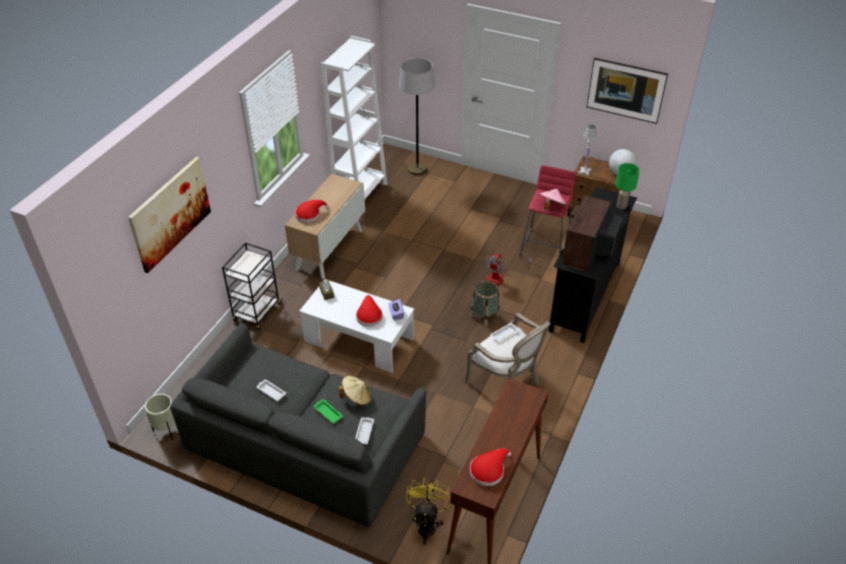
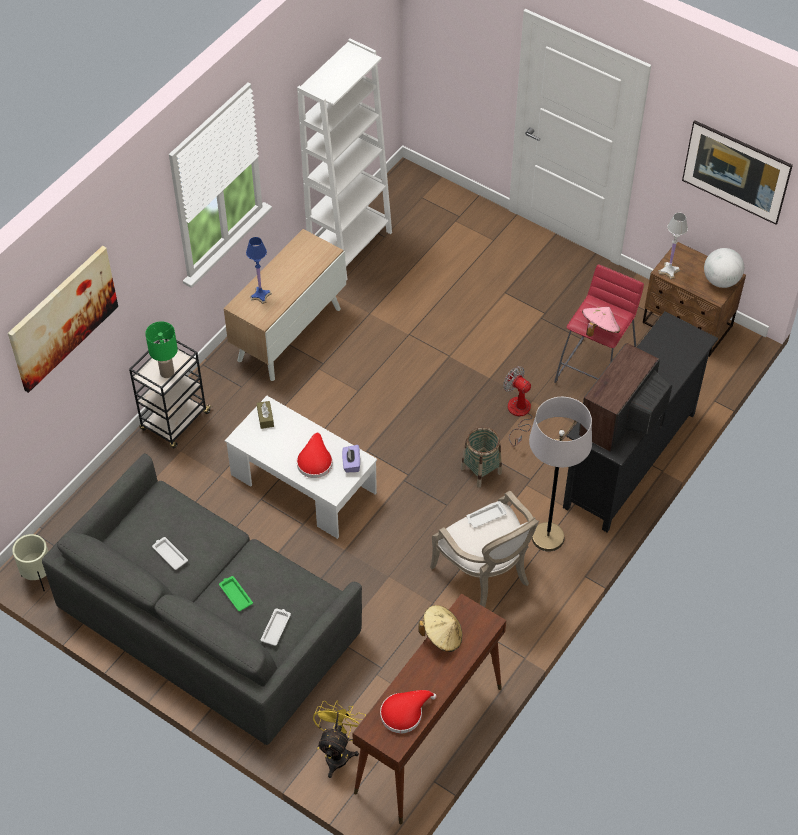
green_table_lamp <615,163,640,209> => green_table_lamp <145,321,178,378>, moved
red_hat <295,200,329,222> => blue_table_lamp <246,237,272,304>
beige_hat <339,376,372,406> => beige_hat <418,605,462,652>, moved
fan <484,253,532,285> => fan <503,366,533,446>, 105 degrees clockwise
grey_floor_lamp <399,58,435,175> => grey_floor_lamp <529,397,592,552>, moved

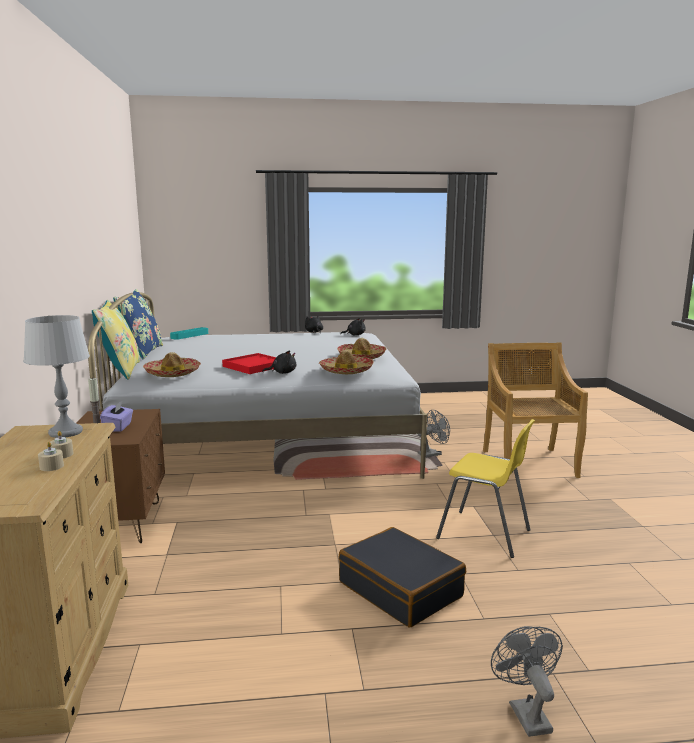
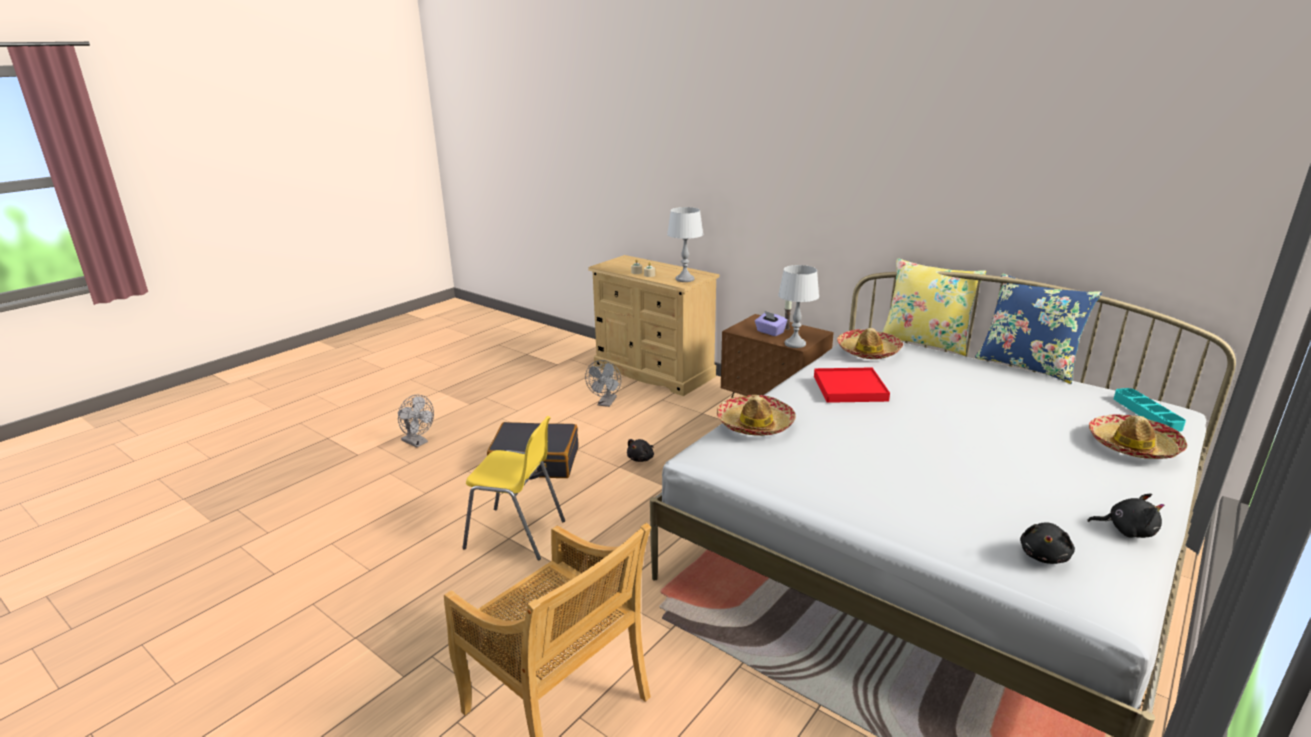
yellow_chair <436,419,535,558> => yellow_chair <462,416,565,561>, 150 degrees counterclockwise
grey_fan <418,410,450,458> => grey_fan <585,360,621,407>, moved
black_plush_toy <263,350,296,374> => black_plush_toy <627,439,654,462>, moved
nothing => grey_table_lamp <778,265,819,348>
hat <337,338,386,359> => hat <1089,414,1187,459>, moved

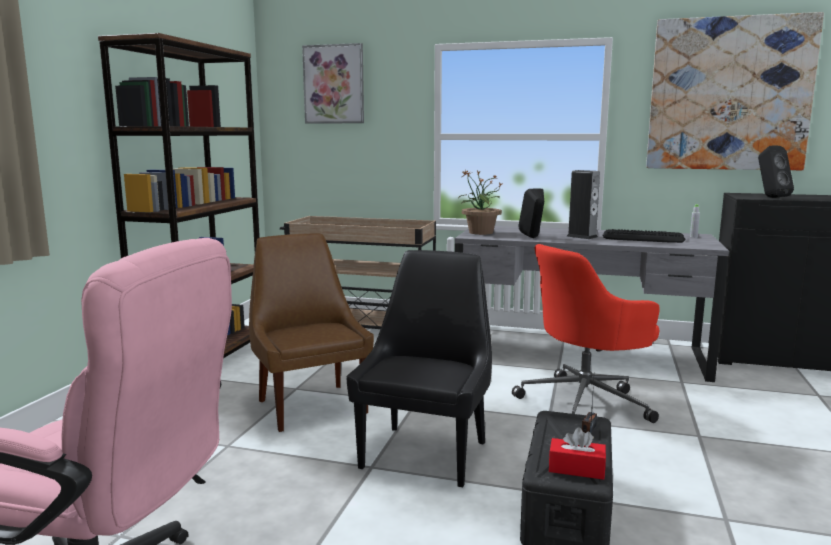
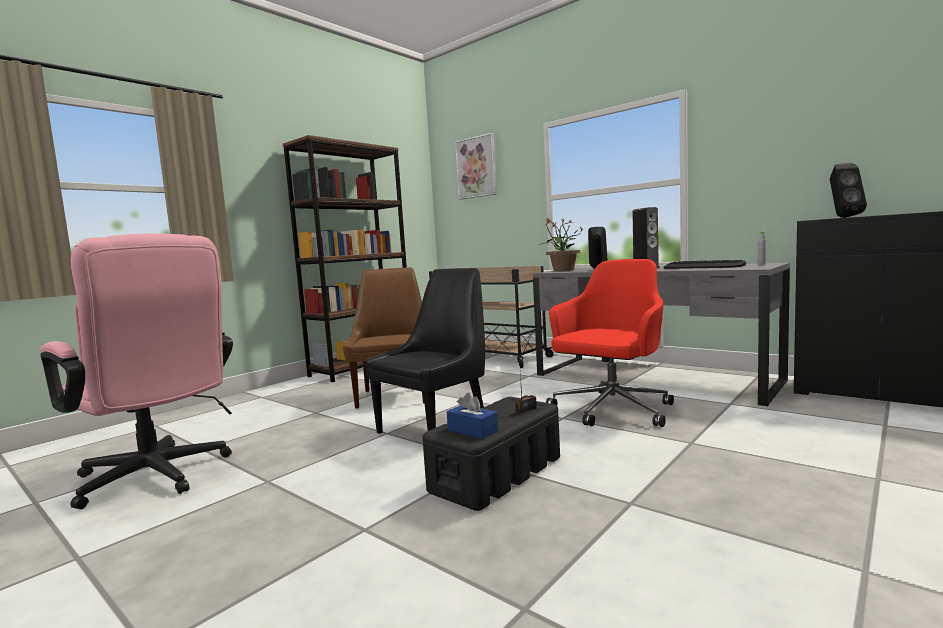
red_tissue_box <549,427,606,480> => blue_tissue_box <447,393,498,439>
red_office_chair <512,244,660,423> => red_office_chair <546,259,674,427>, 135 degrees clockwise
picture <646,12,824,171> => nothing

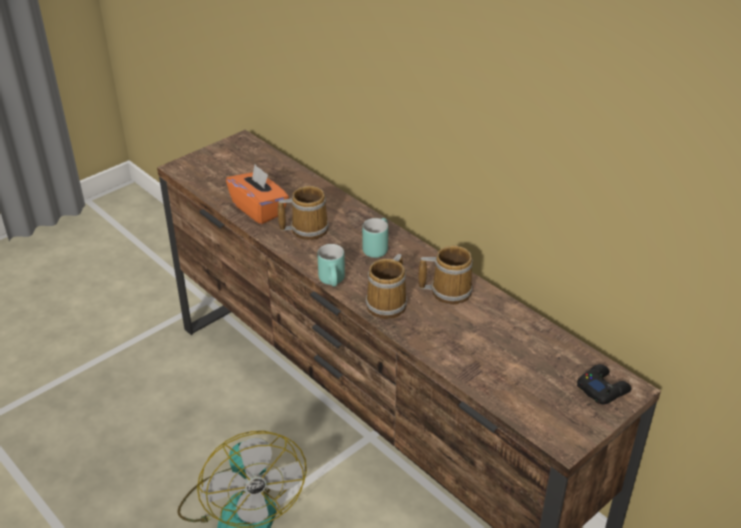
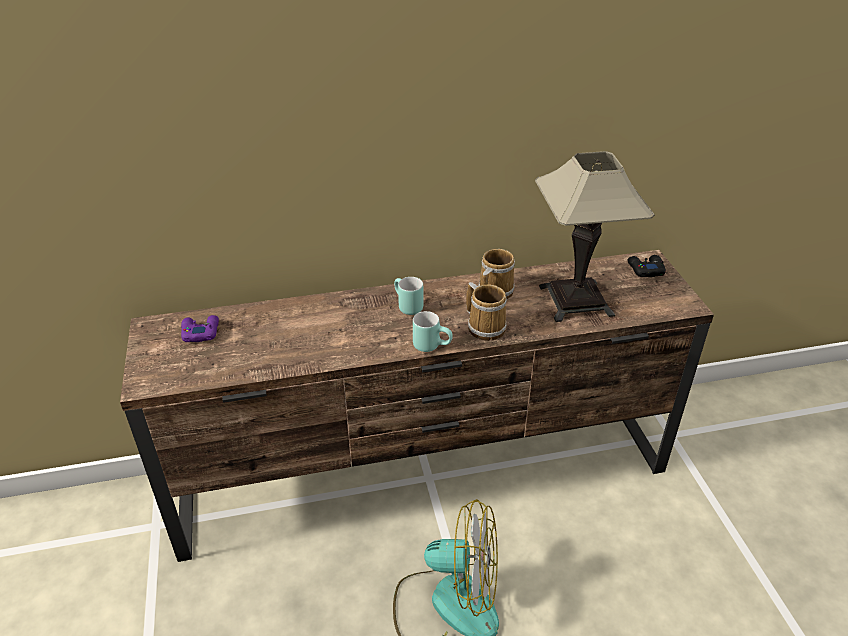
nothing => purple_game_controller <181,315,219,342>
nothing => table_lamp <535,151,655,322>
orange_tissue_box <226,164,289,224> => nothing
mug <278,186,329,240> => nothing

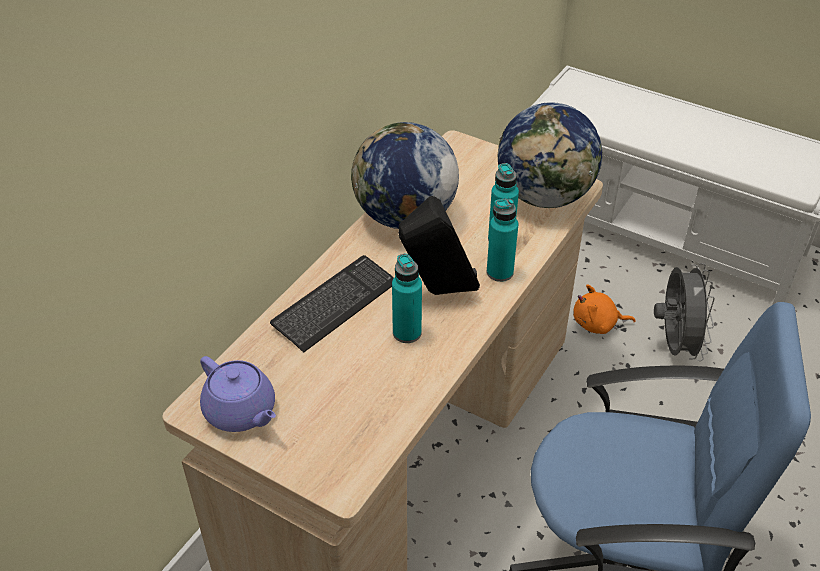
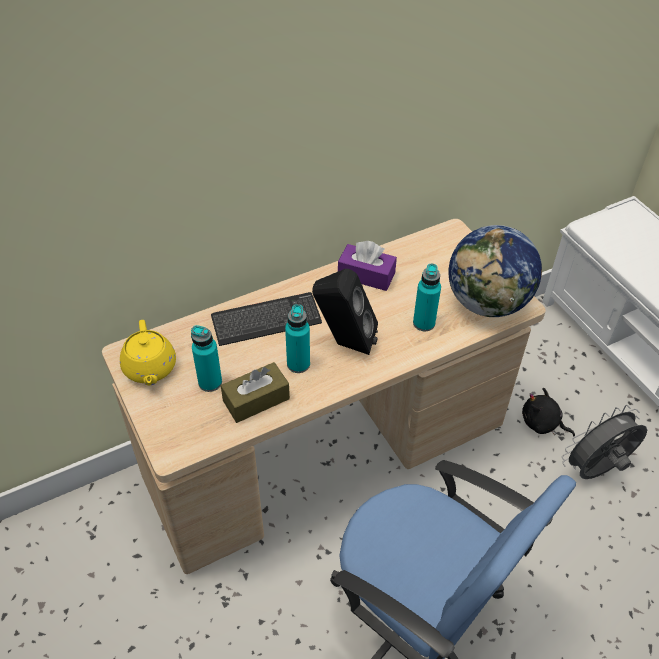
purple_teapot <200,356,276,432> => yellow_teapot <120,320,176,385>
turquoise_bottle <487,199,518,282> => turquoise_bottle <191,325,222,392>, moved
nothing => brown_tissue_box <221,362,290,423>
globe <351,122,459,229> => purple_tissue_box <338,241,397,291>
orange_plush_toy <573,284,636,334> => black_plush_toy <522,388,575,436>
grey_fan <654,263,715,361> => grey_fan <562,405,647,479>, 150 degrees counterclockwise

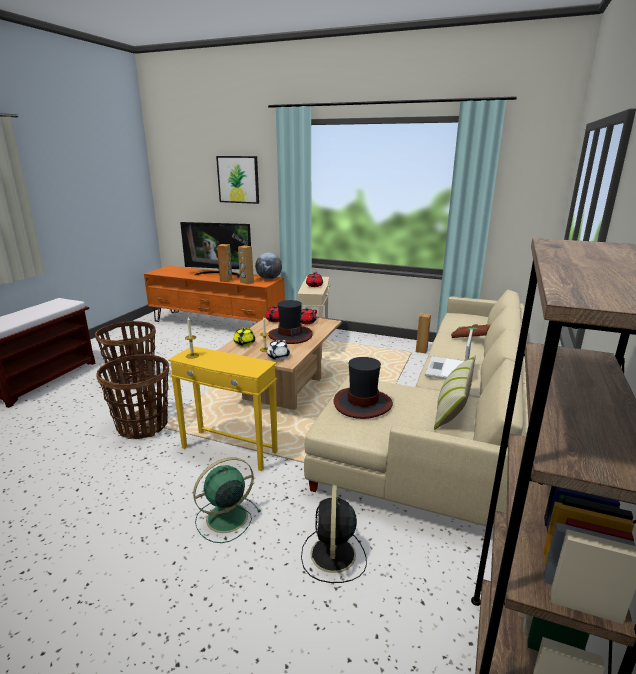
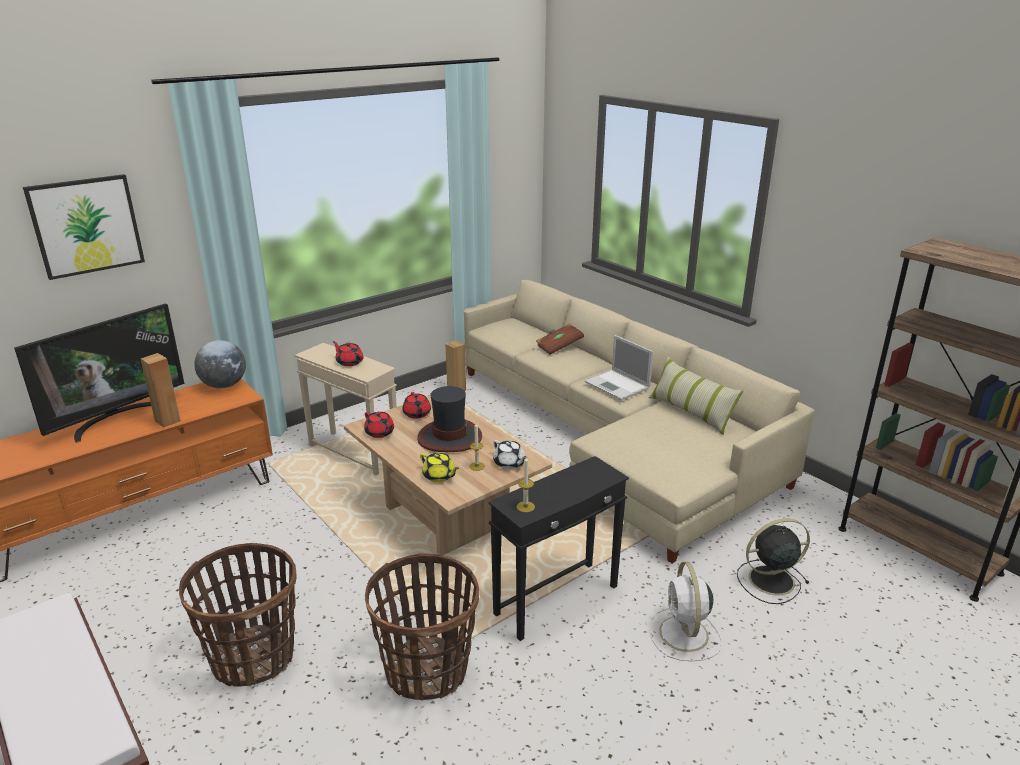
yellow_side_table <168,346,278,471> => black_side_table <489,456,629,641>
green_fan <193,457,261,543> => white_fan <649,562,722,661>
black_fan <301,485,367,583> => black_fan <737,519,810,604>, 135 degrees clockwise
brown_speaker <238,245,254,284> => nothing
hat <334,357,393,419> => nothing

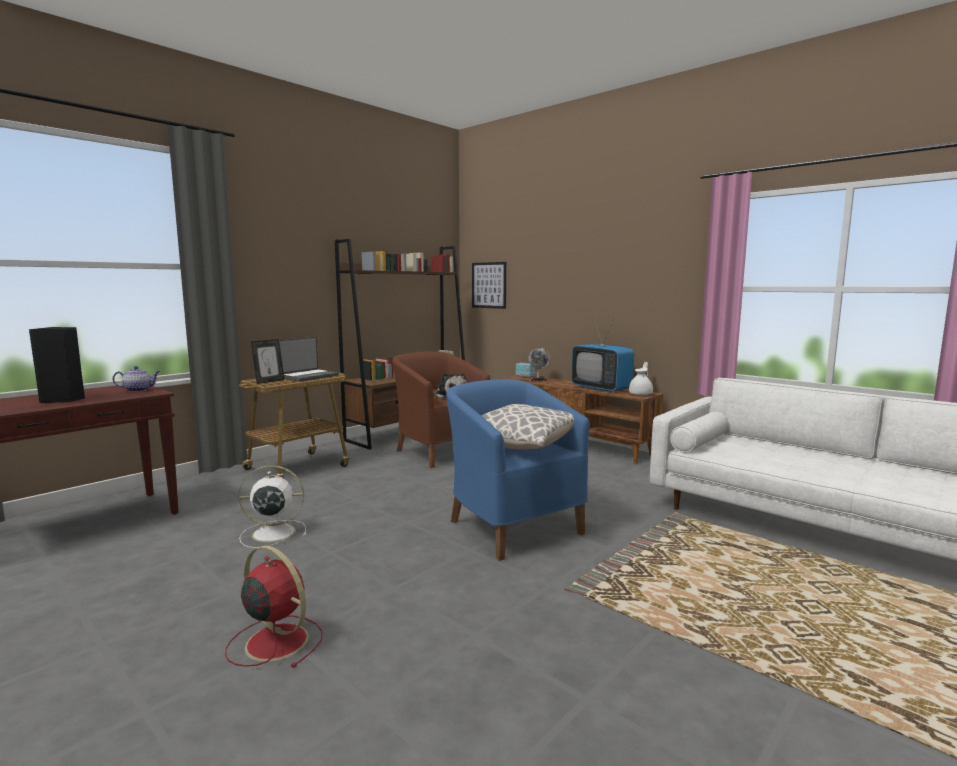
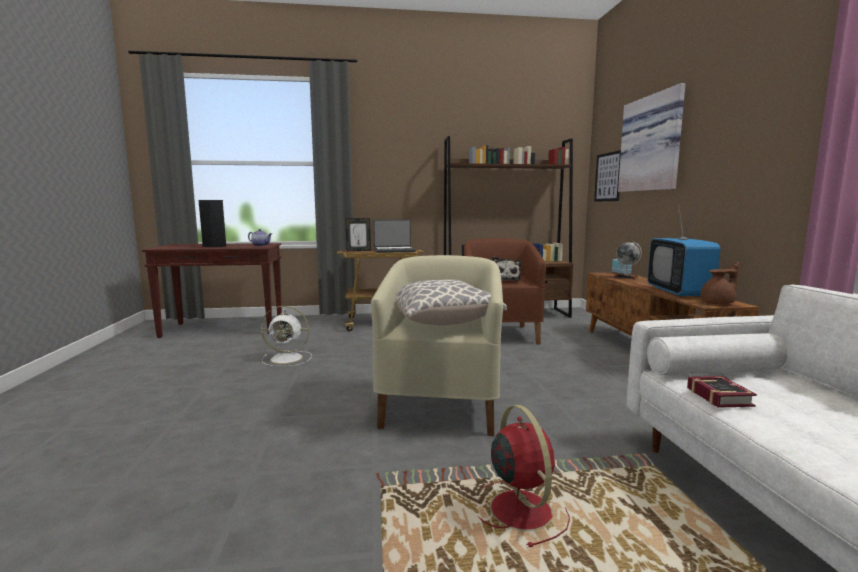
white_fan <238,465,306,548> => white_fan <261,306,312,367>, 150 degrees clockwise
blue_armchair <446,379,590,561> => beige_armchair <371,255,503,436>
red_fan <225,545,322,668> => red_fan <478,405,570,547>, moved
nothing => picture <618,83,685,192>
nothing => book <687,376,757,408>
white_teapot <629,362,653,395> => brown_teapot <700,262,739,304>

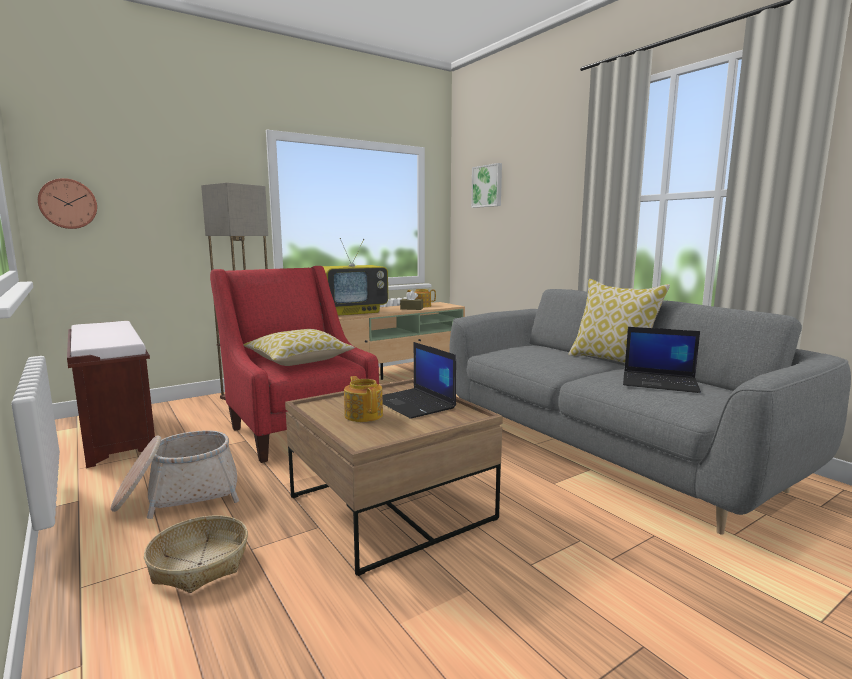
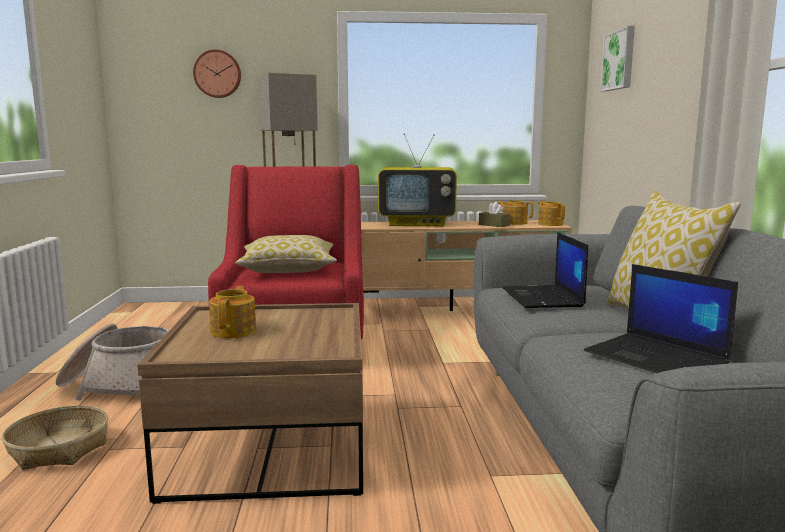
wall_clock <38,178,97,229> => wall_clock <193,49,241,98>, moved
laptop <383,342,456,419> => laptop <502,232,588,308>, moved
nothing => teapot <538,201,565,226>
brown_bench <67,321,155,468> => nothing

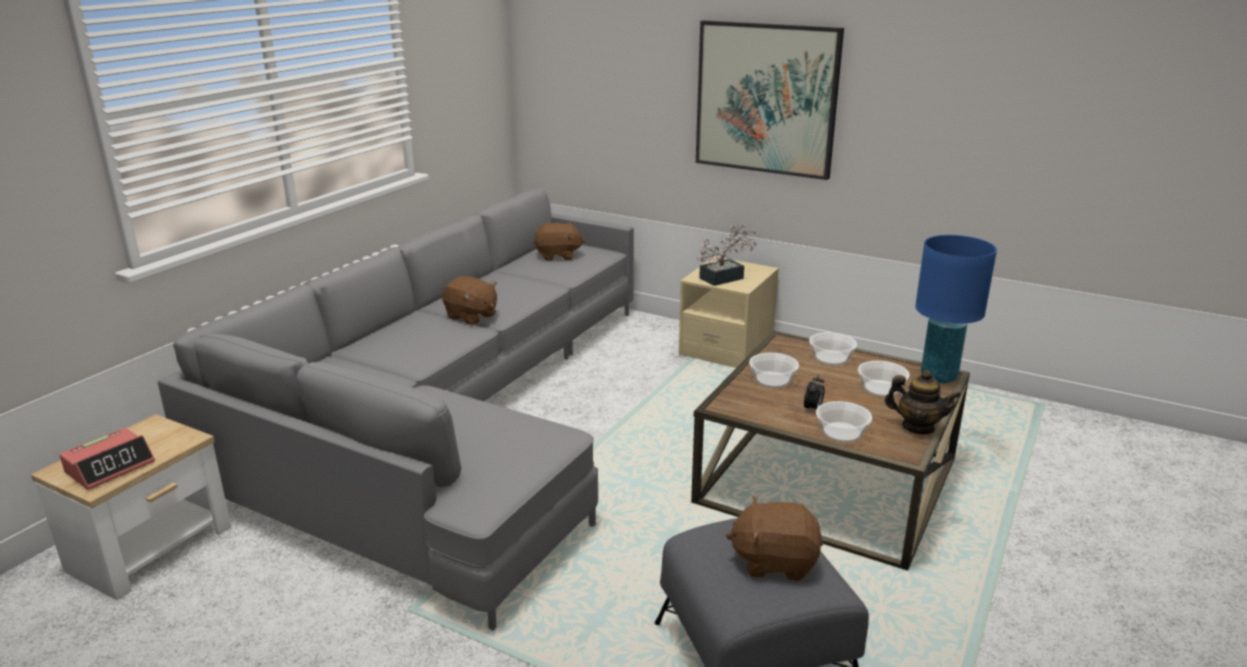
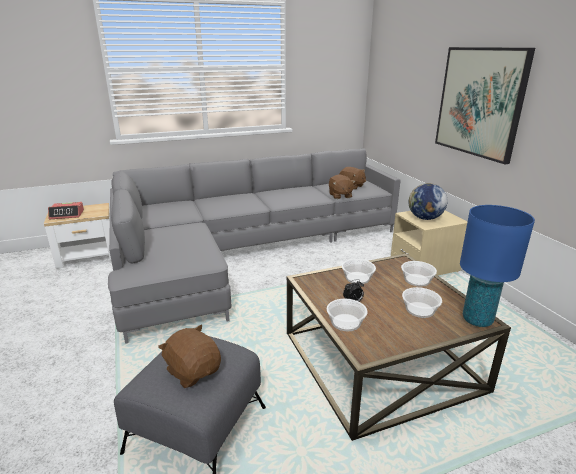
brown_plush_toy <442,276,497,325> => brown_plush_toy <329,174,356,199>, moved
potted_plant <697,224,757,286> => globe <408,183,448,220>
teapot <884,370,961,434> => nothing

